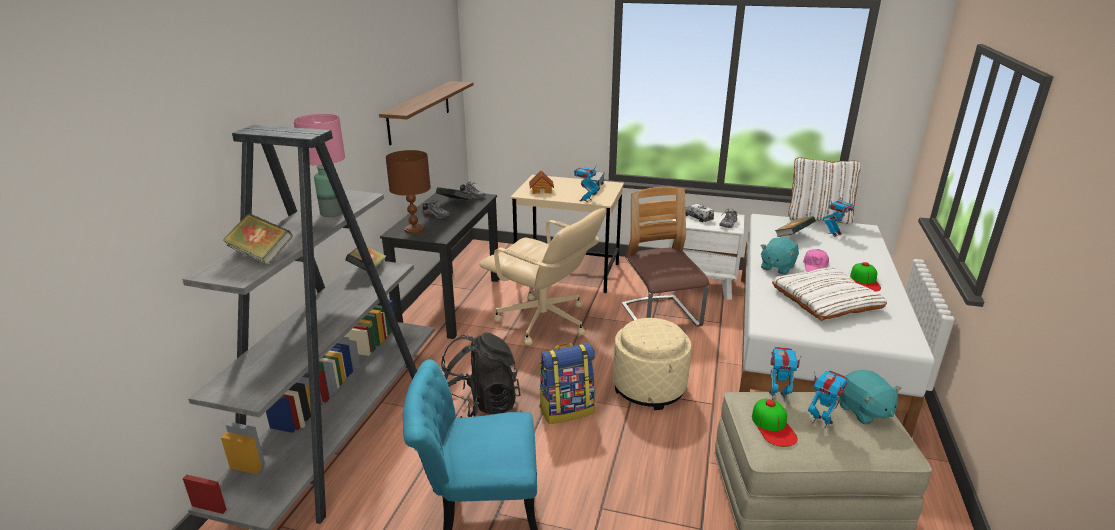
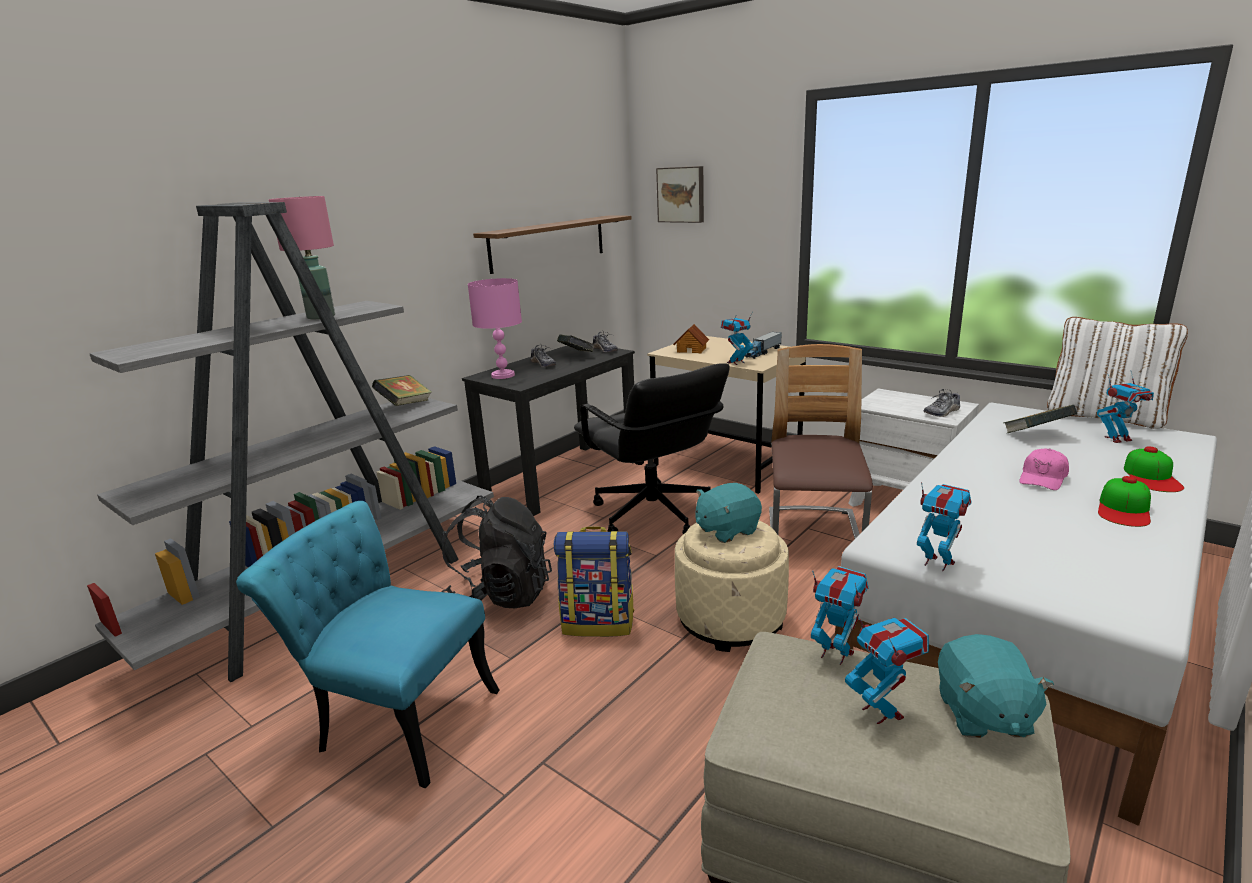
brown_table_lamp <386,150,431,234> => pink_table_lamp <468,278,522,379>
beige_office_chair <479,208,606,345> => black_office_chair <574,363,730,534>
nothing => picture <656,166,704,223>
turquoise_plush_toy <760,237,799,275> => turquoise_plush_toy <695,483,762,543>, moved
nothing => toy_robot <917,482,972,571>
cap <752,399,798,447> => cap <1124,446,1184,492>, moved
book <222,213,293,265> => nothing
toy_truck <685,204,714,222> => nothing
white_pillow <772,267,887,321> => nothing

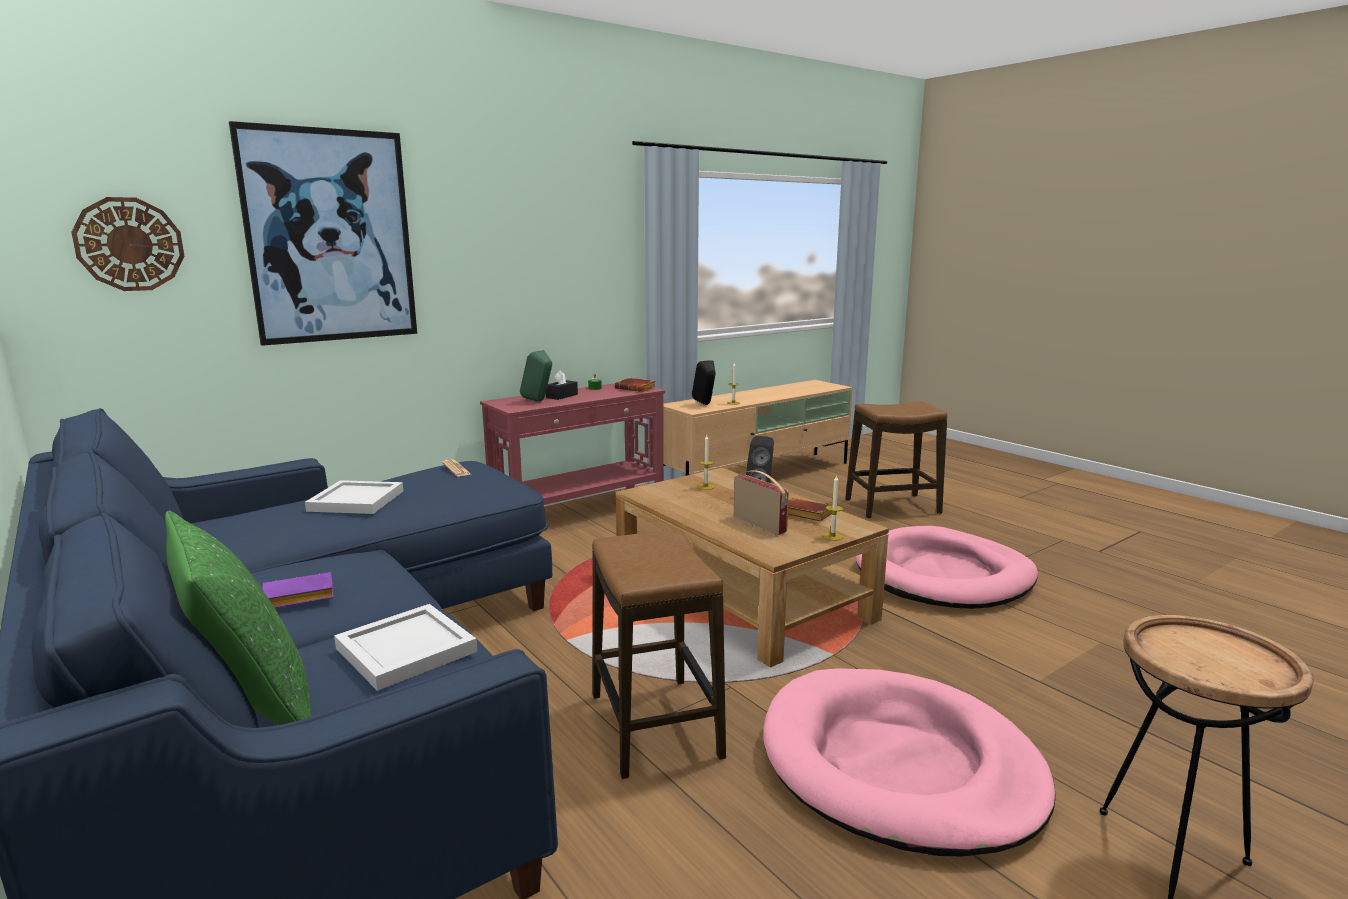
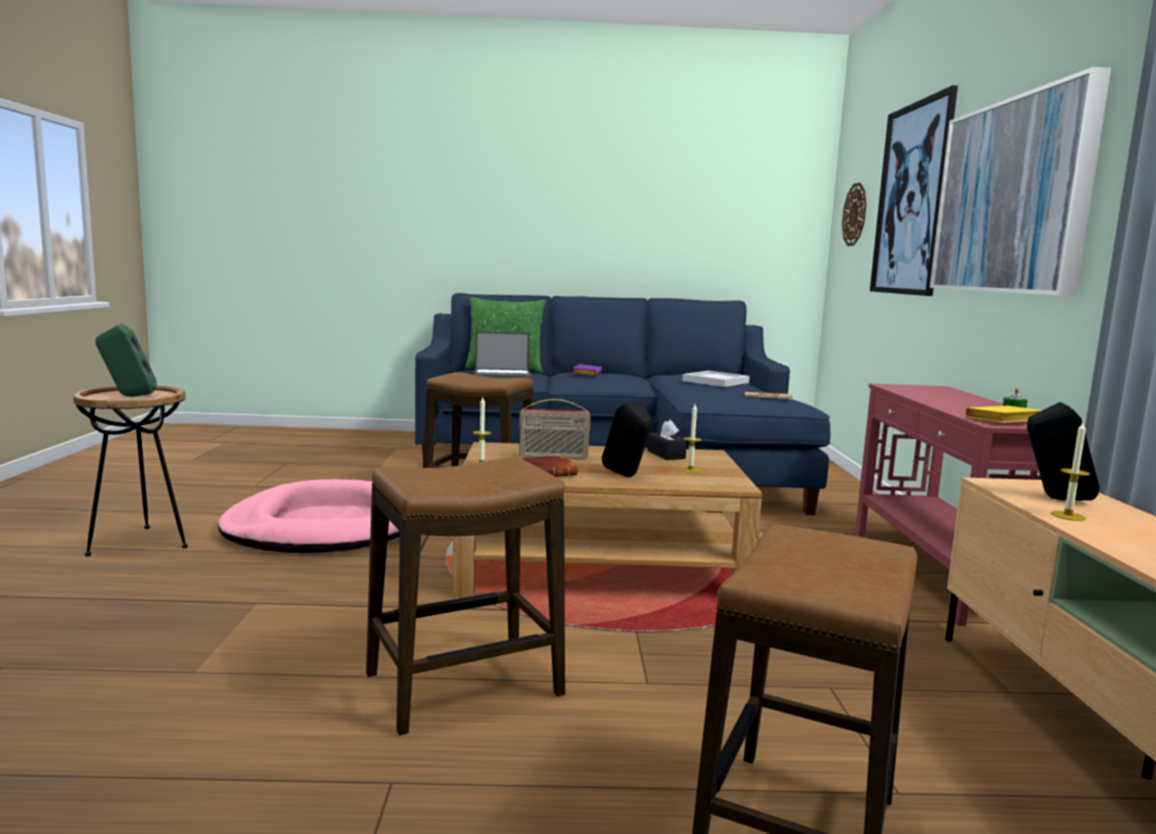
green_speaker <520,350,552,402> => green_speaker <95,324,157,397>, moved
pink_dog_bed <855,526,1038,609> => stool <366,457,565,735>
white_tray <334,604,477,691> => laptop <475,331,532,379>
black_tissue_box <546,370,578,400> => black_tissue_box <647,420,687,460>, moved
nothing => picture <930,67,1111,296>
brown_book <615,378,656,392> => yellow_book <966,406,1042,423>

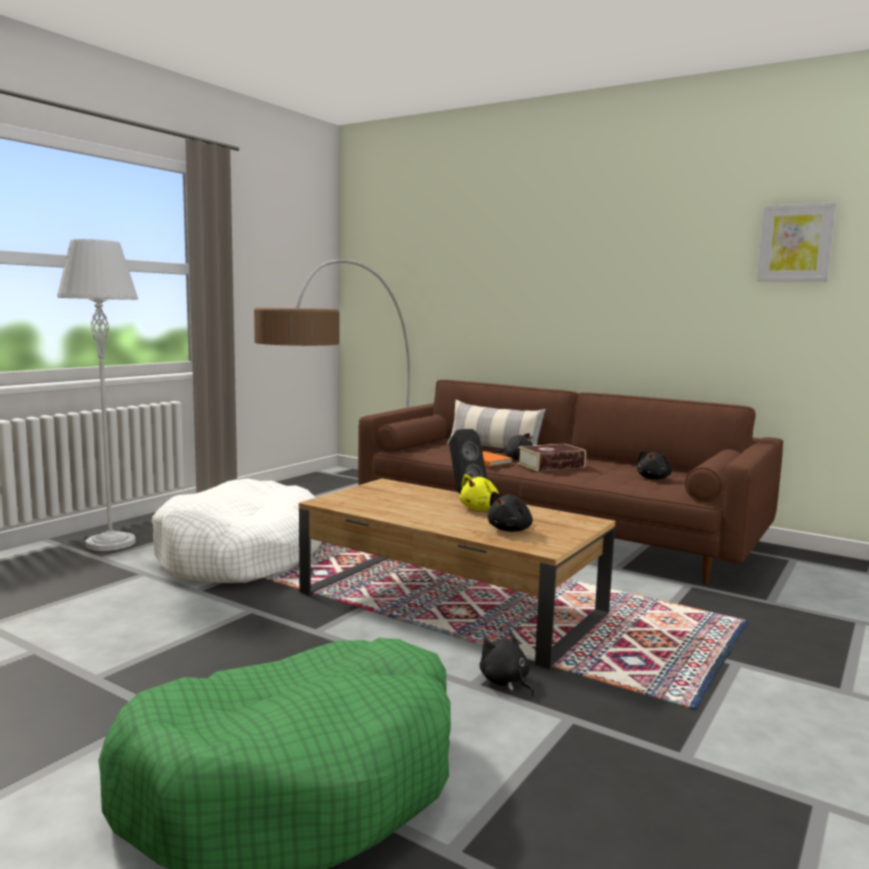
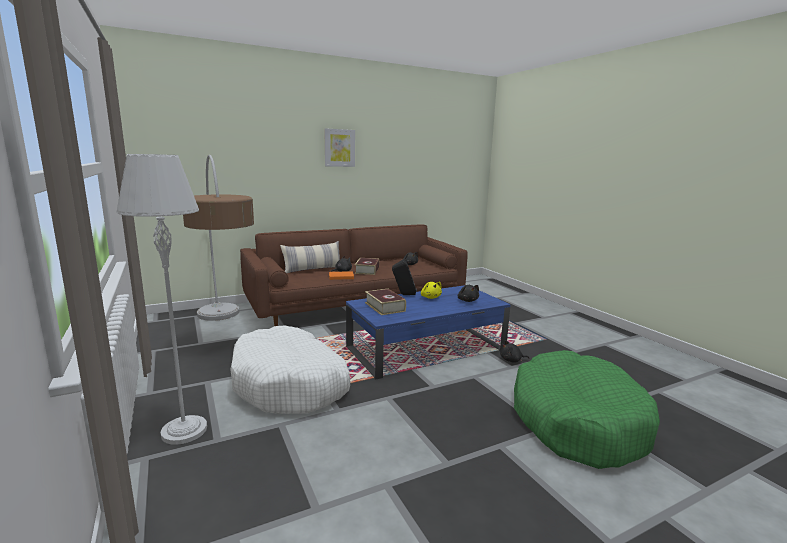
picture <757,202,836,281> => picture <324,128,355,167>, moved
brown_coffee_table <299,479,615,669> => blue_coffee_table <346,285,511,379>
nothing => book <365,289,406,315>

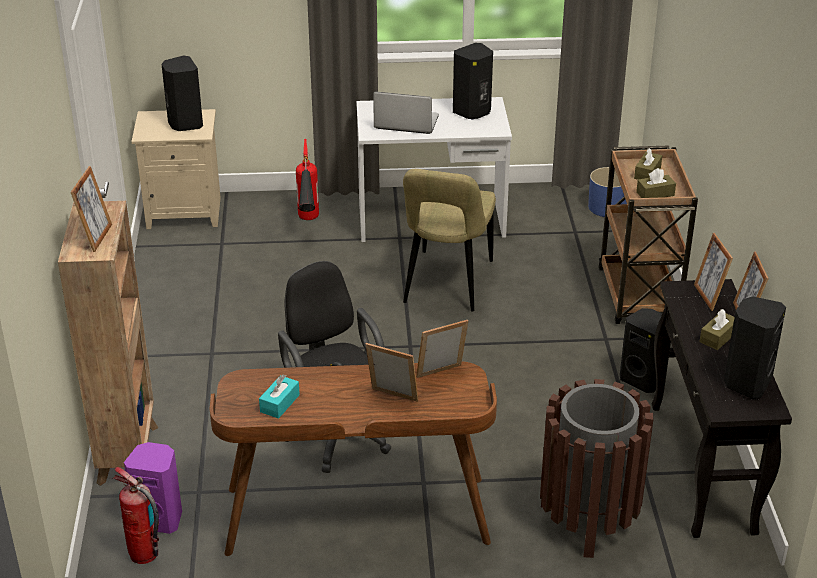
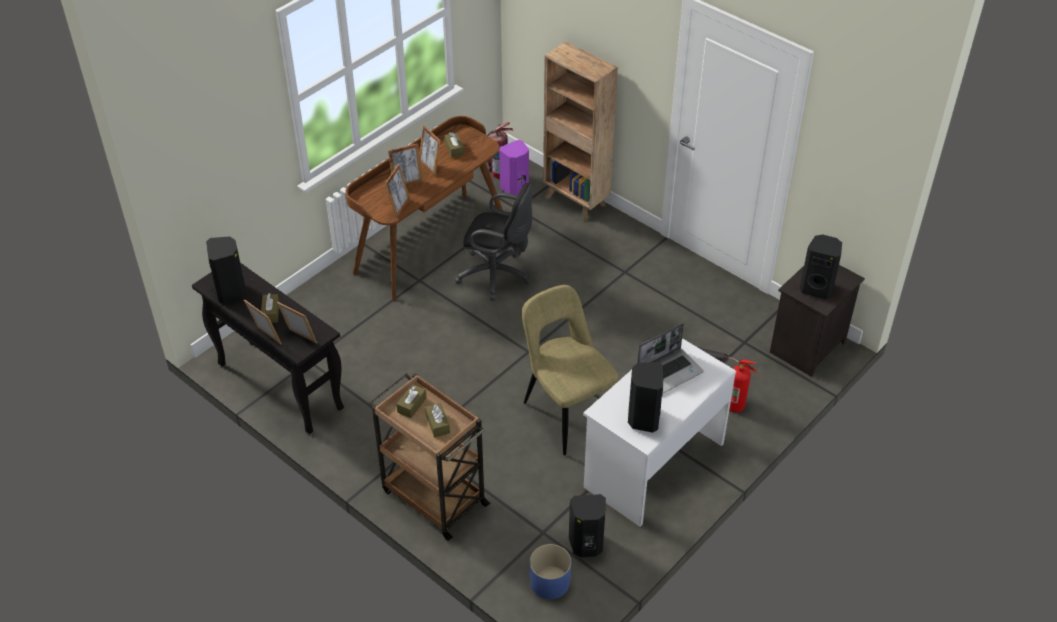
picture_frame <70,166,112,252> => picture_frame <419,125,441,176>, moved
turquoise_tissue_box <259,374,300,419> => brown_tissue_box <445,132,464,158>
black_speaker <620,308,662,393> => black_speaker <569,494,606,557>, moved
beige_nightstand <131,109,221,229> => black_nightstand <770,265,865,377>
brown_trash_can <540,379,653,558> => nothing

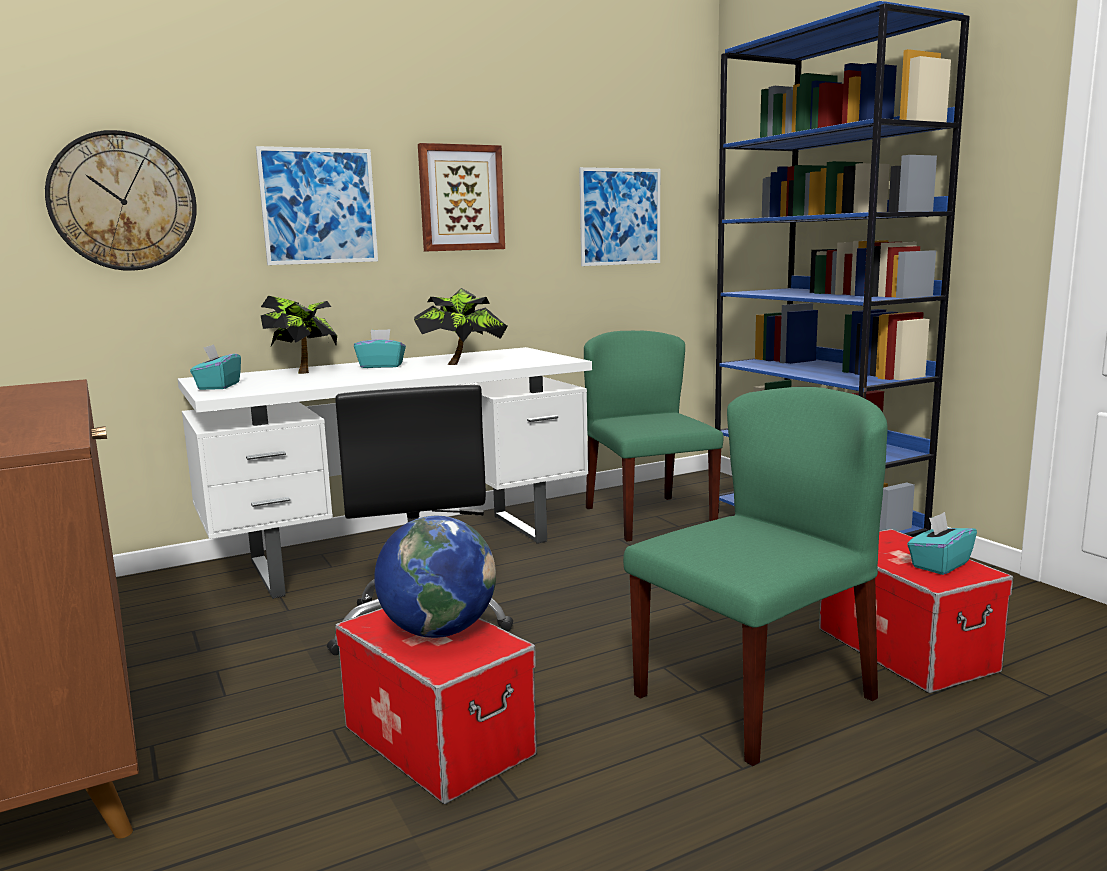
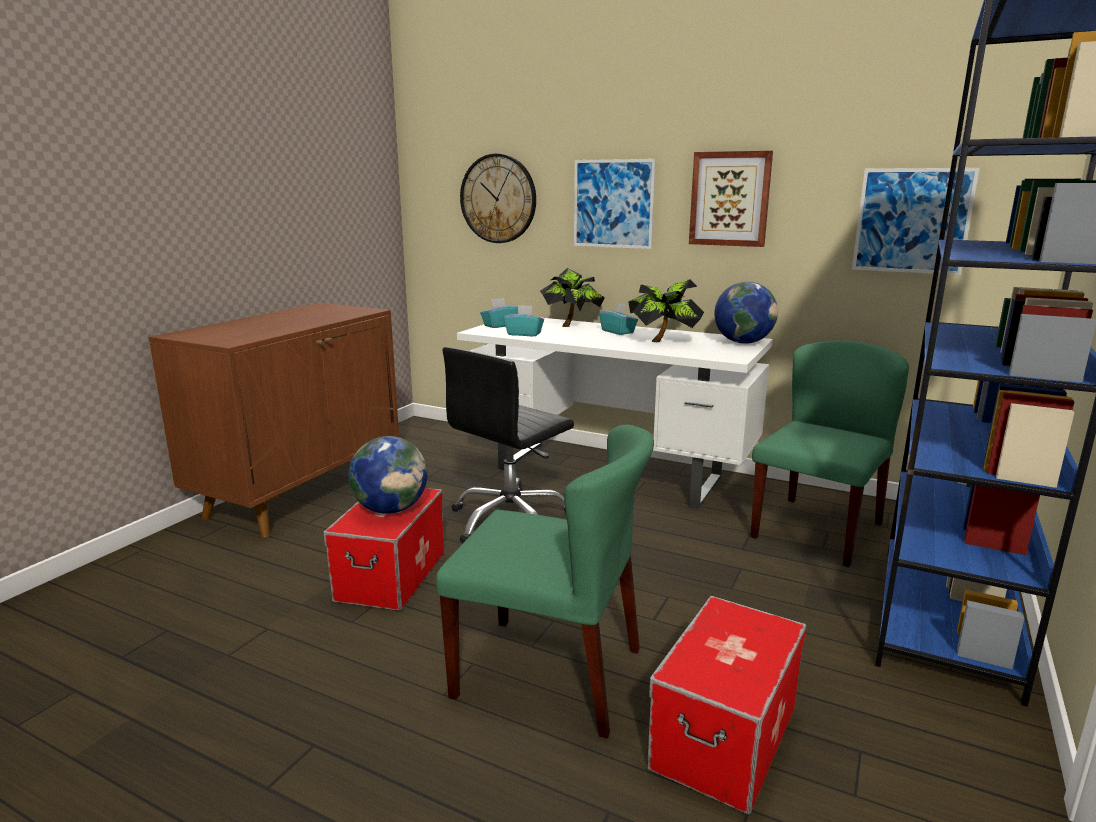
turquoise_tissue_box <907,512,977,575> => turquoise_tissue_box <504,305,544,336>, moved
nothing => globe <714,282,778,344>

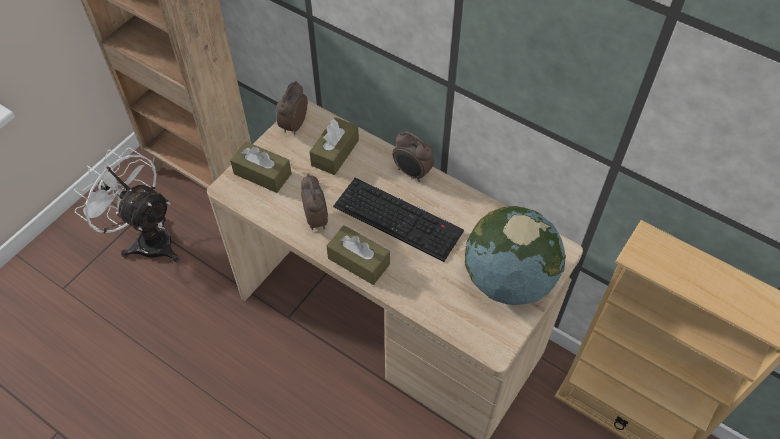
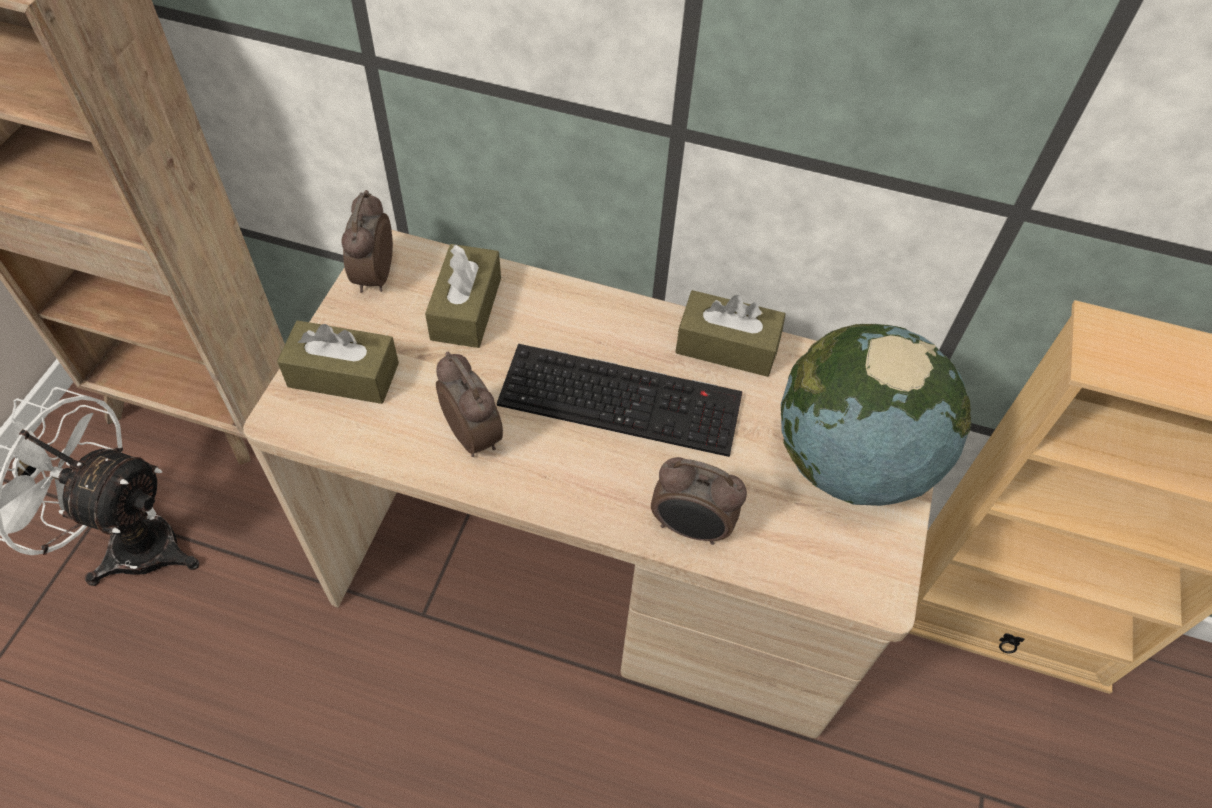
alarm_clock <392,132,434,182> => alarm_clock <651,457,747,545>, moved
brown_tissue_box <326,225,390,285> => brown_tissue_box <675,290,786,377>, moved

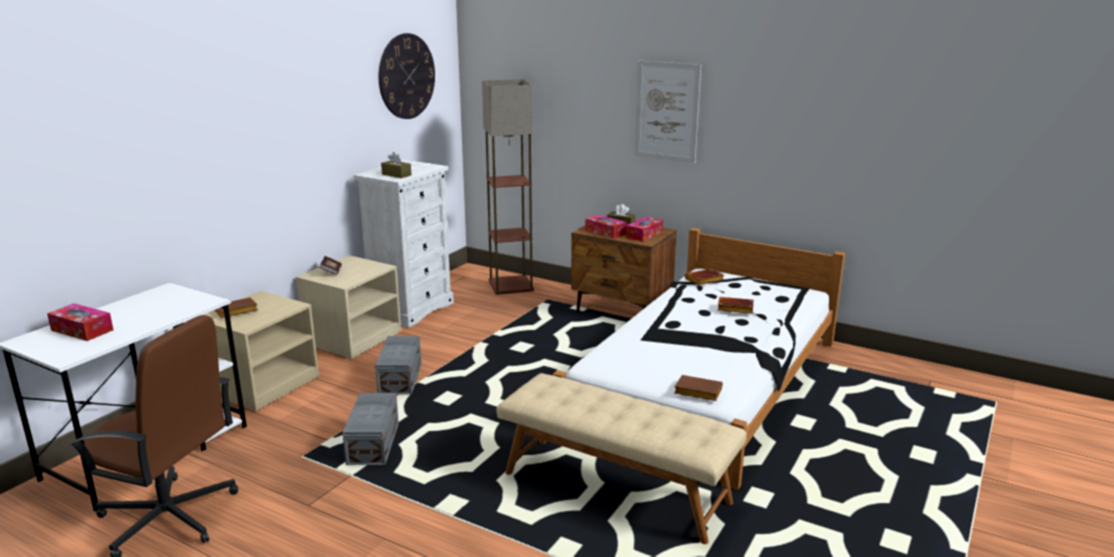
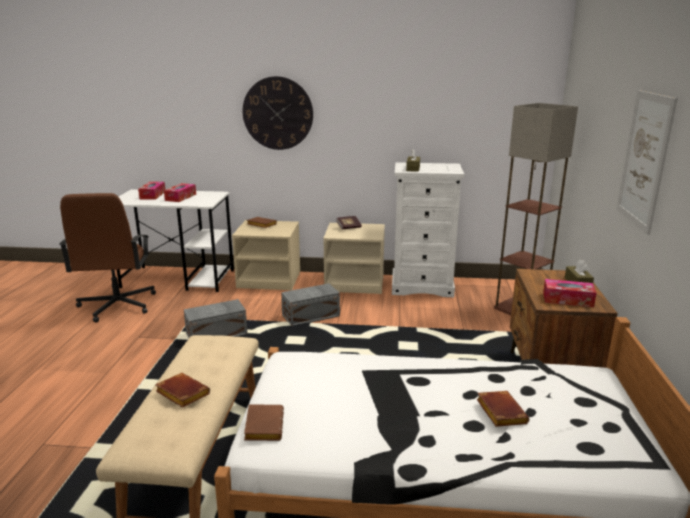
brown_book <685,269,724,285> => brown_book <155,373,210,408>, moved
tissue_box <585,215,627,239> => tissue_box <164,183,196,202>, moved
wall_clock <378,33,435,119> => wall_clock <243,76,313,150>, moved

